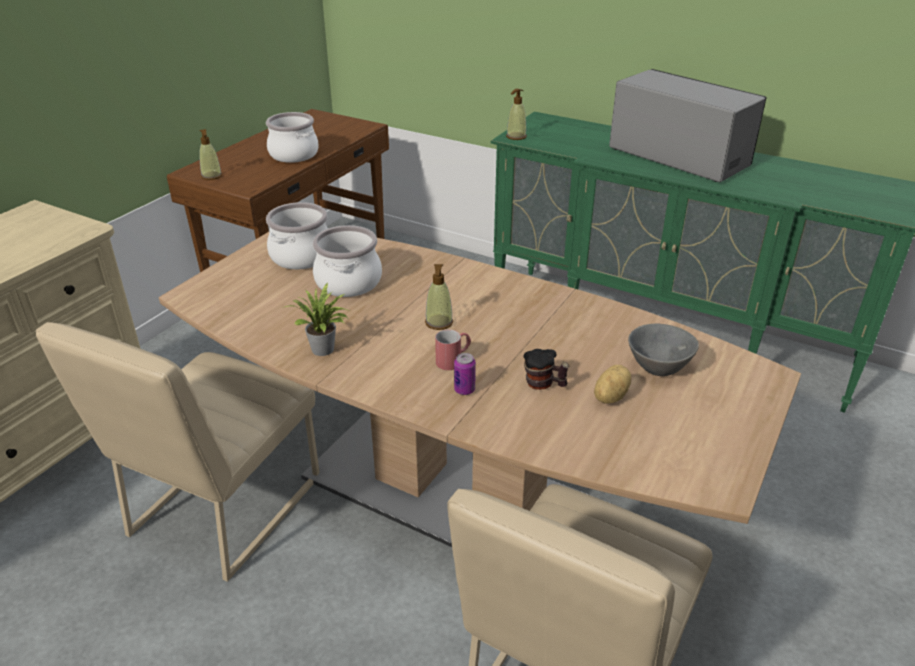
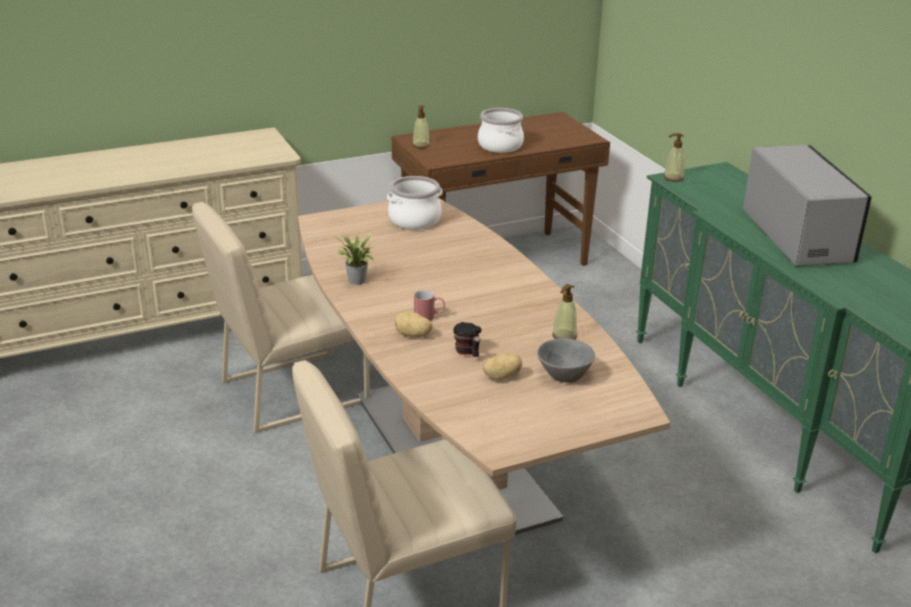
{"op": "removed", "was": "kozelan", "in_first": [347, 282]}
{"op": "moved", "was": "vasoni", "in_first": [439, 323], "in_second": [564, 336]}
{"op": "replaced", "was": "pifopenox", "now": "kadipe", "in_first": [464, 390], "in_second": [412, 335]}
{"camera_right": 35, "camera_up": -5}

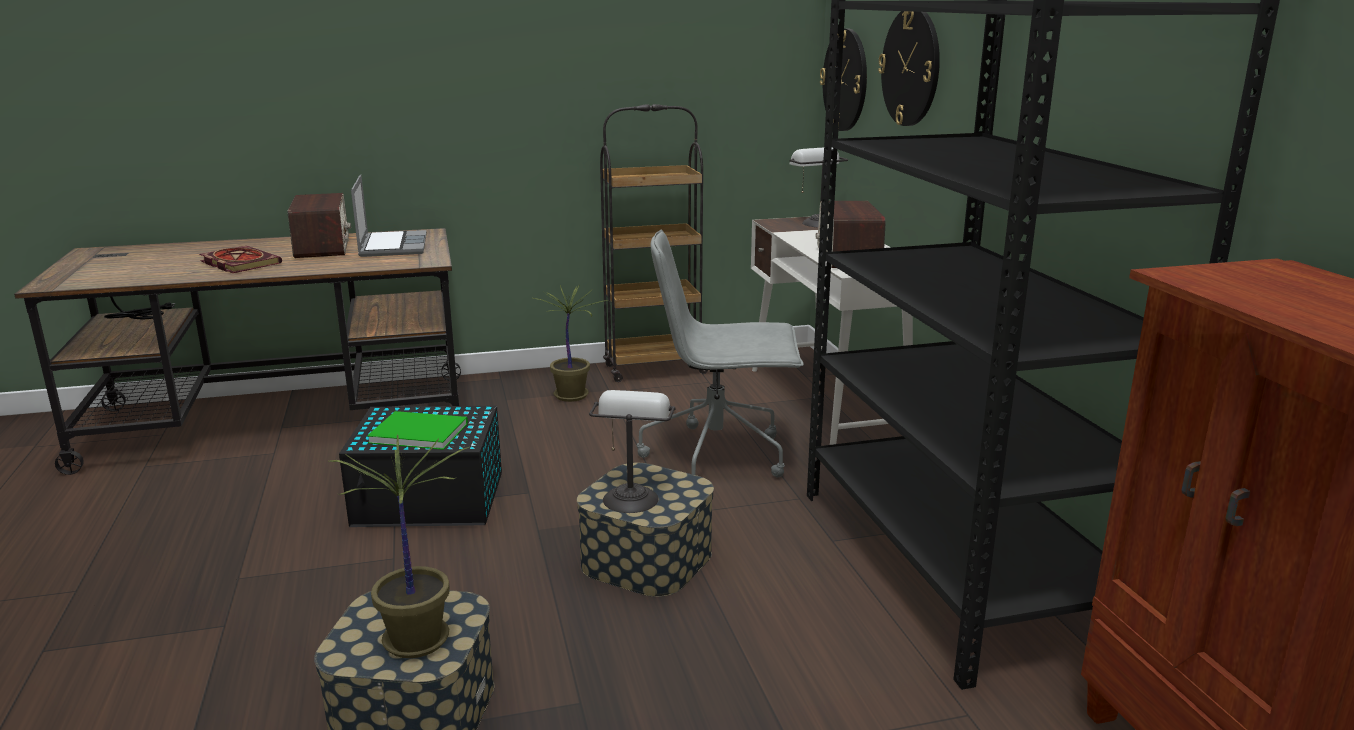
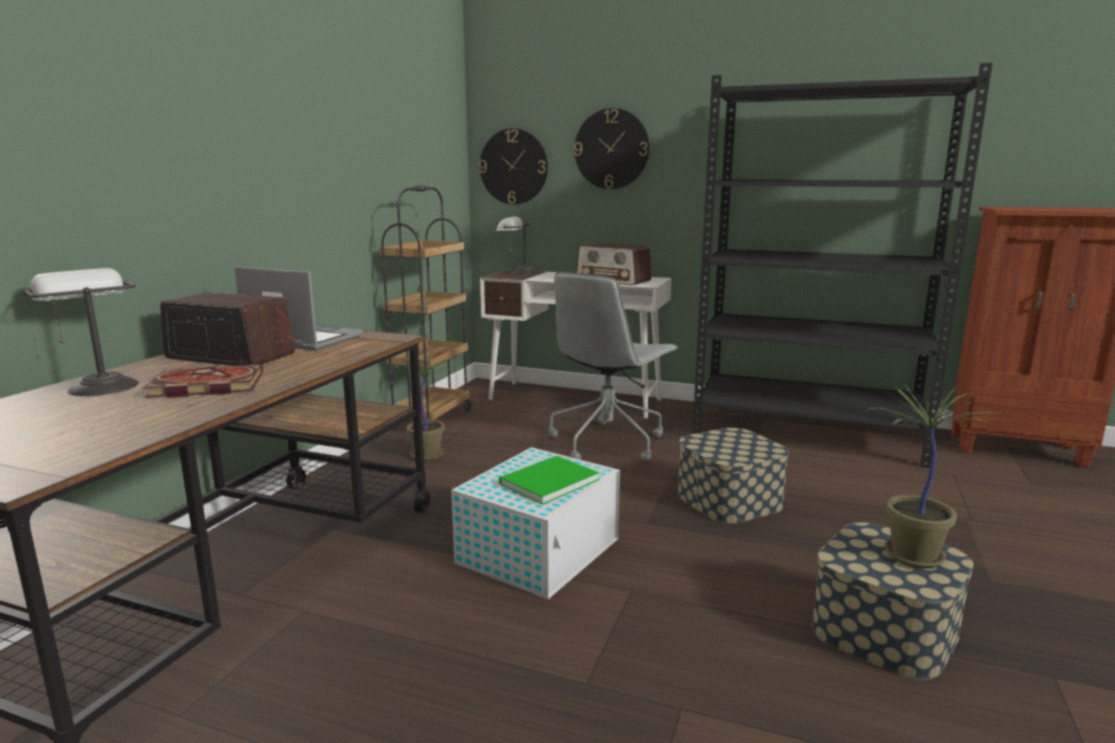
{"op": "moved", "was": "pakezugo", "in_first": [631, 493], "in_second": [98, 384]}
{"op": "recoloured", "was": "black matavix", "now": "white matavix", "in_first": [431, 499], "in_second": [540, 550]}
{"camera_right": -55, "camera_up": -5}

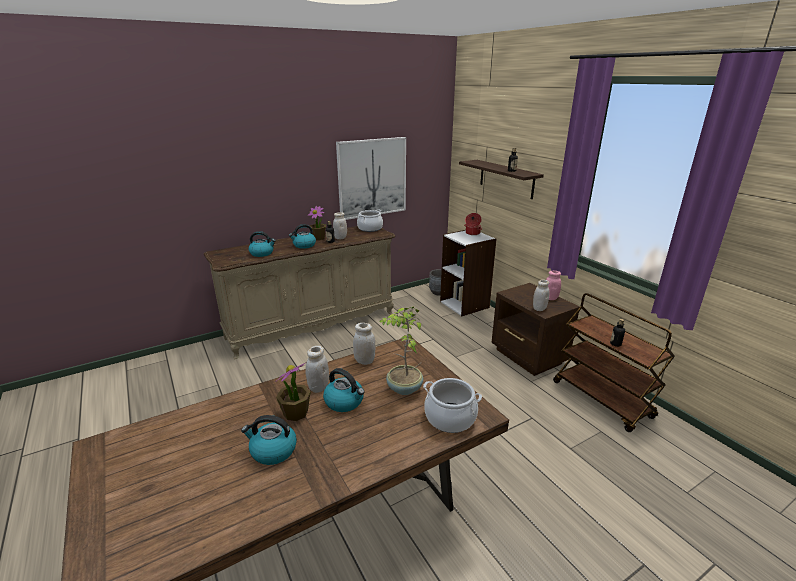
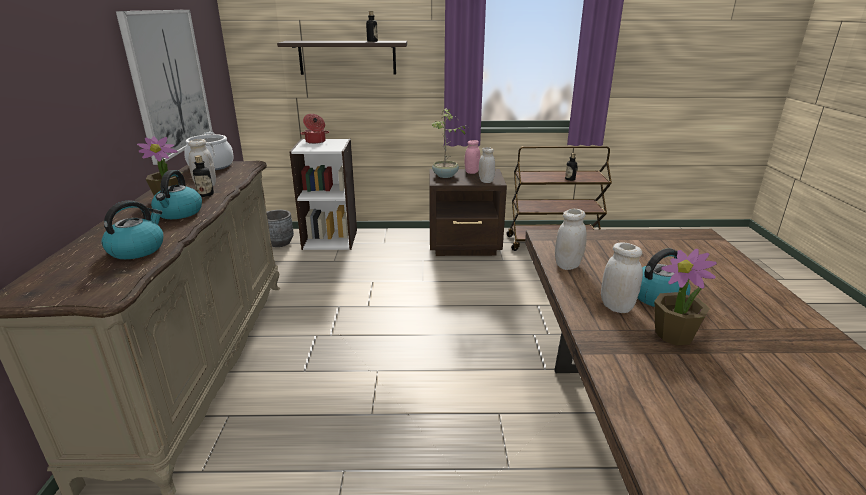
{"op": "removed", "was": "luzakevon", "in_first": [273, 451]}
{"op": "removed", "was": "kozelan", "in_first": [450, 418]}
{"op": "moved", "was": "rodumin", "in_first": [403, 389], "in_second": [445, 176]}
{"camera_right": -60, "camera_up": 0}

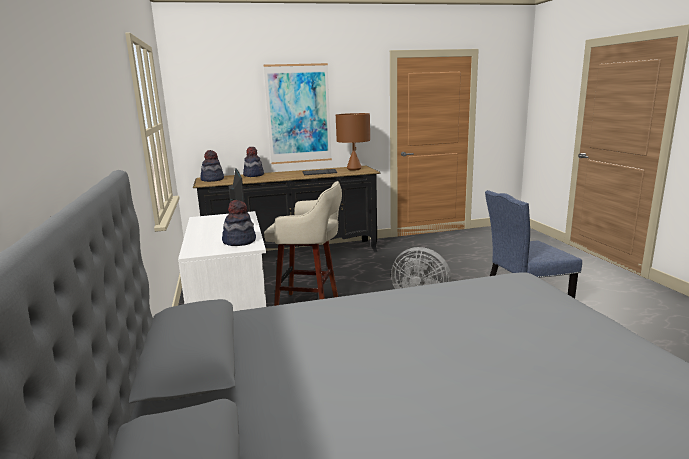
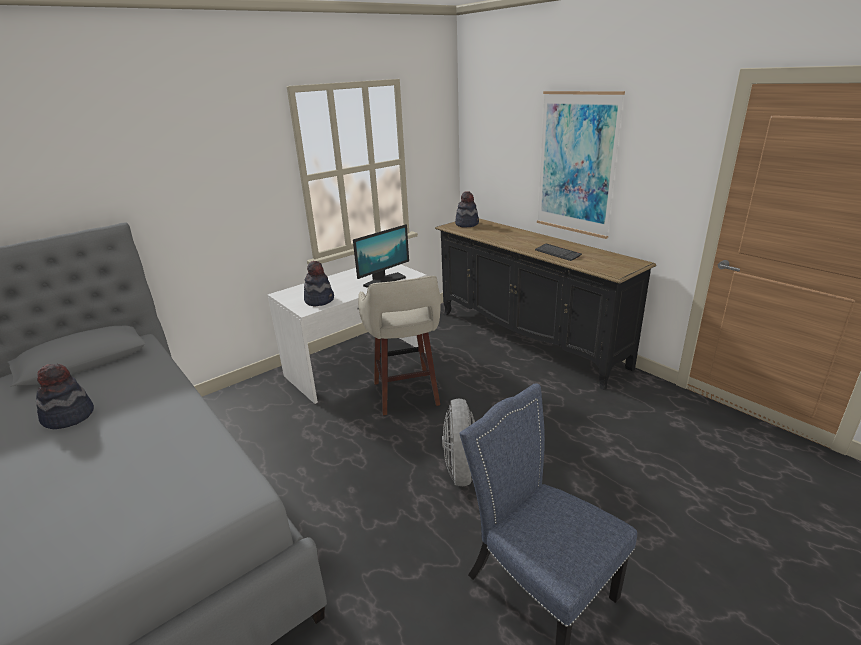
{"op": "removed", "was": "brown pakezugo", "in_first": [354, 169]}
{"op": "moved", "was": "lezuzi", "in_first": [253, 175], "in_second": [69, 416]}
{"camera_right": 65, "camera_up": 10}

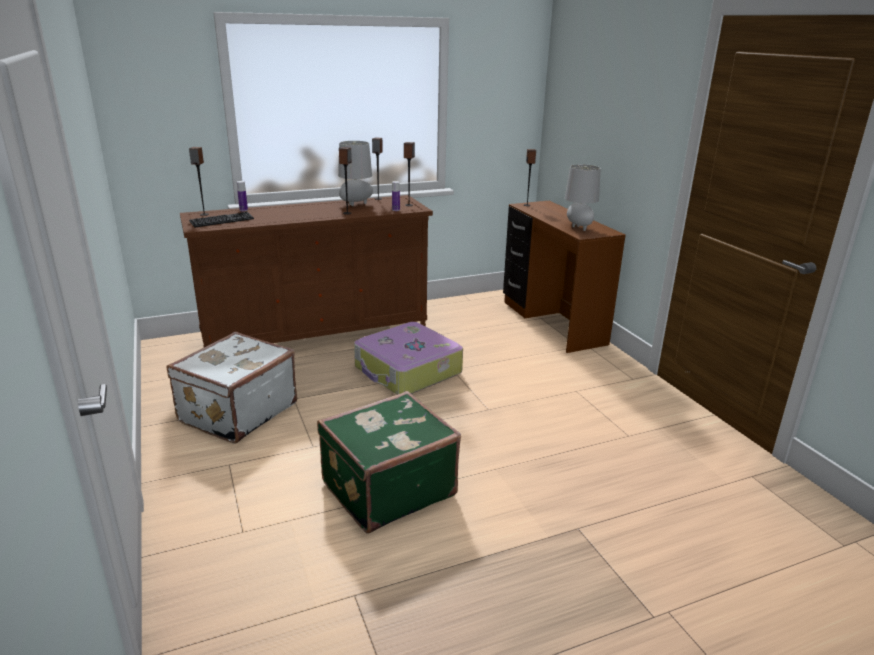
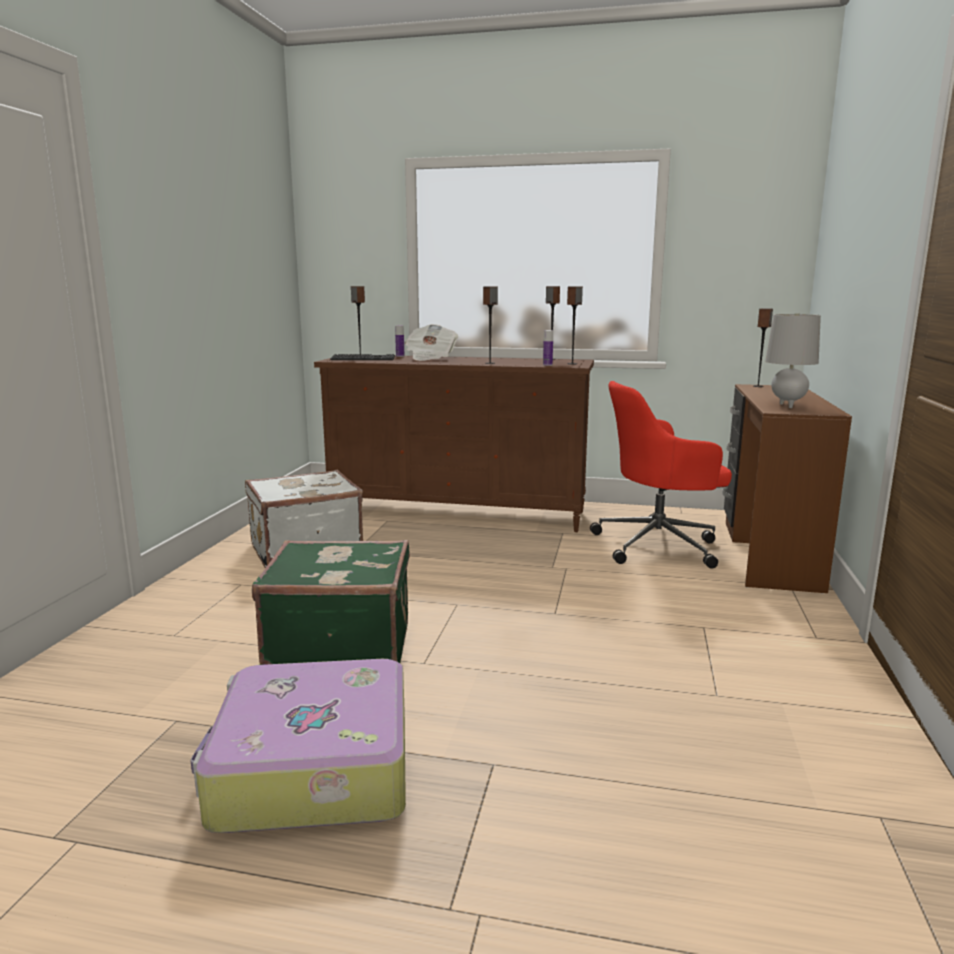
{"op": "removed", "was": "grey pakezugo", "in_first": [356, 204]}
{"op": "added", "now": "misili", "in_second": [430, 358]}
{"op": "added", "now": "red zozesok", "in_second": [659, 545]}
{"op": "moved", "was": "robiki", "in_first": [407, 371], "in_second": [311, 768]}
{"camera_right": 35, "camera_up": -10}

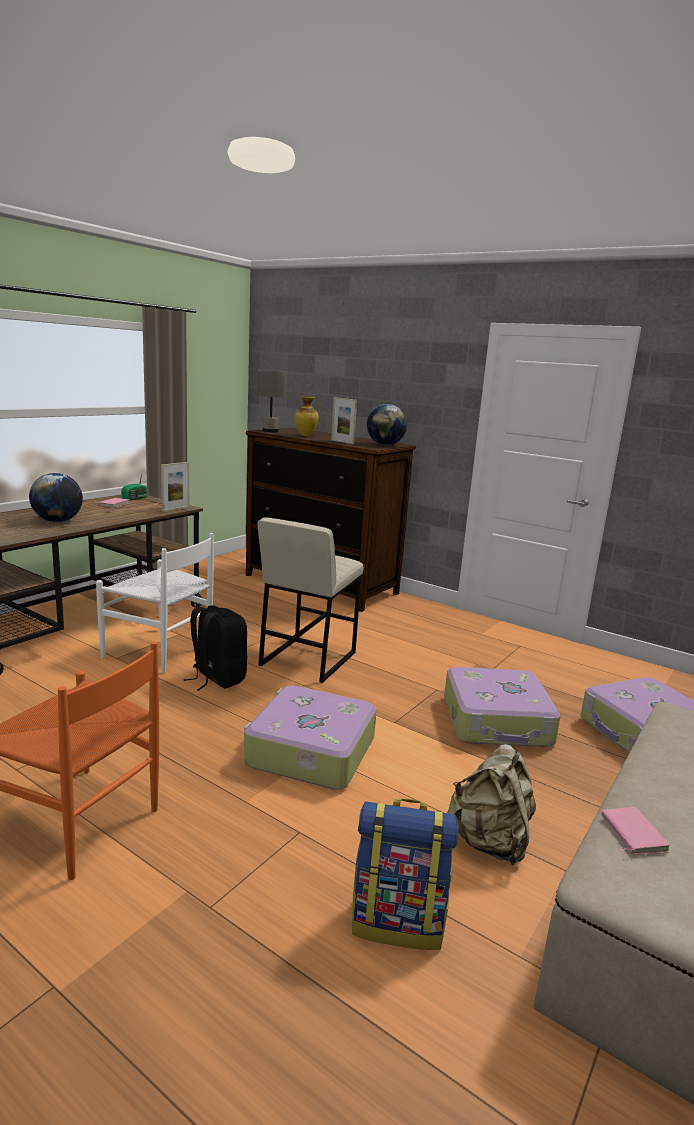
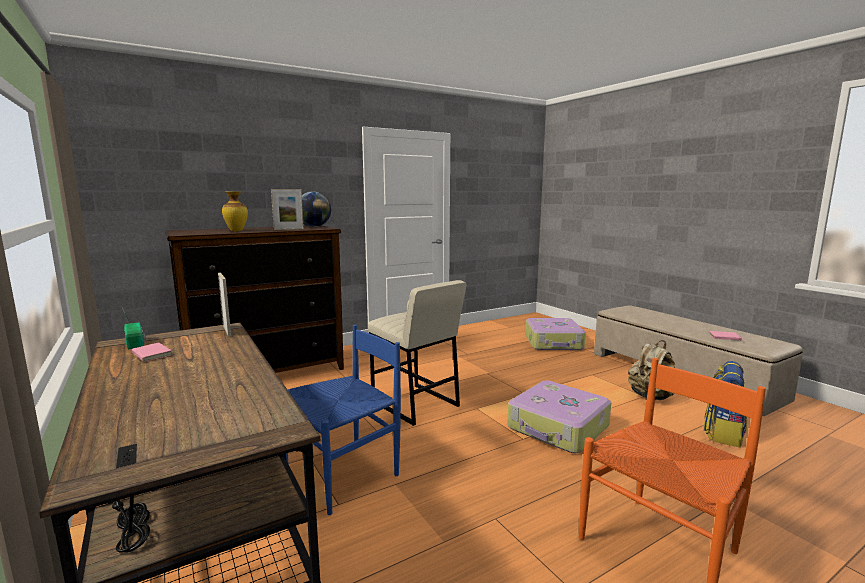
{"op": "removed", "was": "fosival", "in_first": [58, 521]}
{"op": "removed", "was": "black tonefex", "in_first": [217, 678]}
{"op": "removed", "was": "grey pakezugo", "in_first": [270, 431]}
{"op": "removed", "was": "robiki", "in_first": [497, 722]}
{"op": "recoloured", "was": "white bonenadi", "now": "blue bonenadi", "in_first": [160, 651], "in_second": [343, 472]}
{"camera_right": -65, "camera_up": -5}

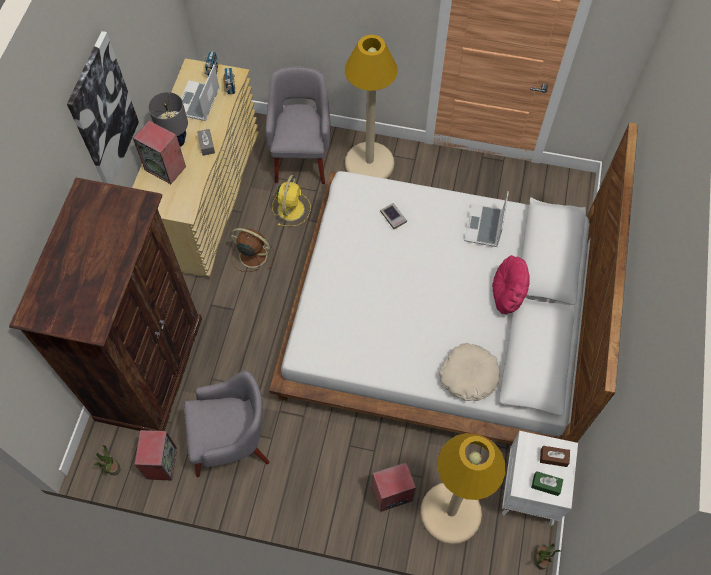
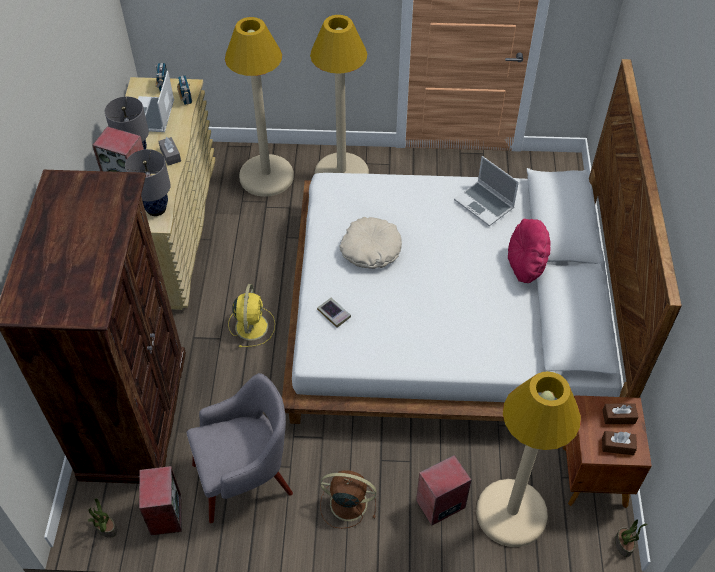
{"op": "removed", "was": "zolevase", "in_first": [103, 113]}
{"op": "added", "now": "grey pakezugo", "in_second": [156, 208]}
{"op": "moved", "was": "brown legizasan", "in_first": [252, 255], "in_second": [346, 503]}
{"op": "moved", "was": "yellow legizasan", "in_first": [291, 208], "in_second": [252, 325]}
{"op": "moved", "was": "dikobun", "in_first": [393, 217], "in_second": [334, 314]}
{"op": "moved", "was": "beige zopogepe", "in_first": [469, 376], "in_second": [372, 250]}
{"op": "replaced", "was": "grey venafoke", "now": "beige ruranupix", "in_first": [301, 156], "in_second": [266, 176]}
{"op": "recoloured", "was": "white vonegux", "now": "brown vonegux", "in_first": [529, 492], "in_second": [593, 477]}
{"op": "recoloured", "was": "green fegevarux", "now": "brown fegevarux", "in_first": [546, 485], "in_second": [617, 446]}
{"op": "turned", "was": "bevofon", "in_first": [484, 227], "in_second": [485, 204], "clockwise": -45}
{"camera_right": -10, "camera_up": -10}

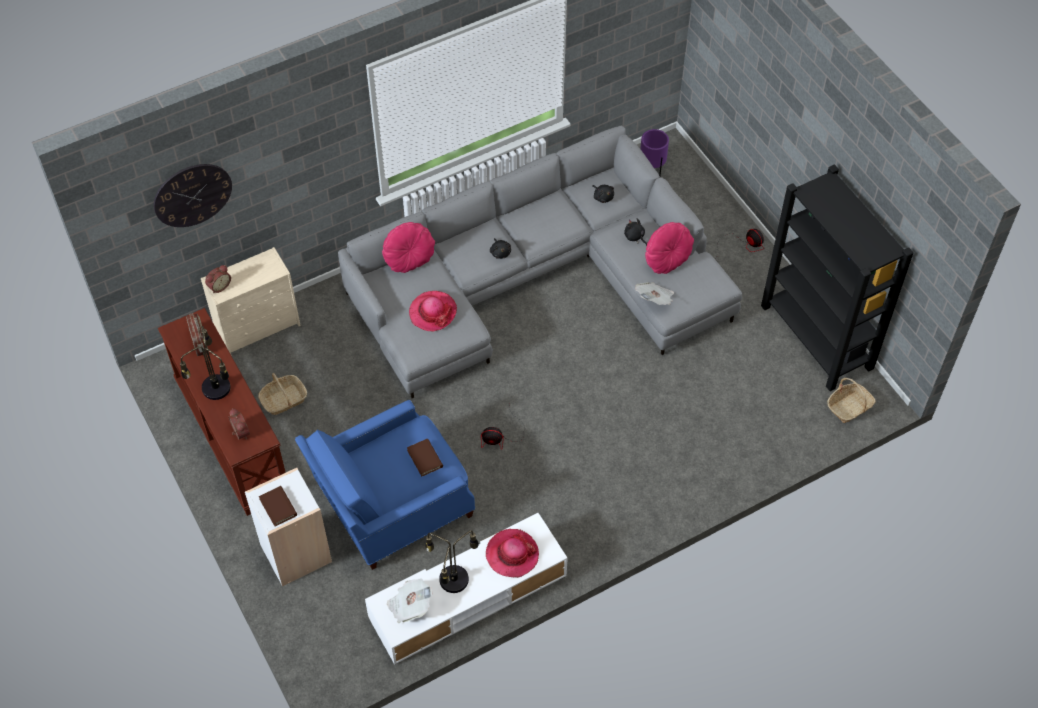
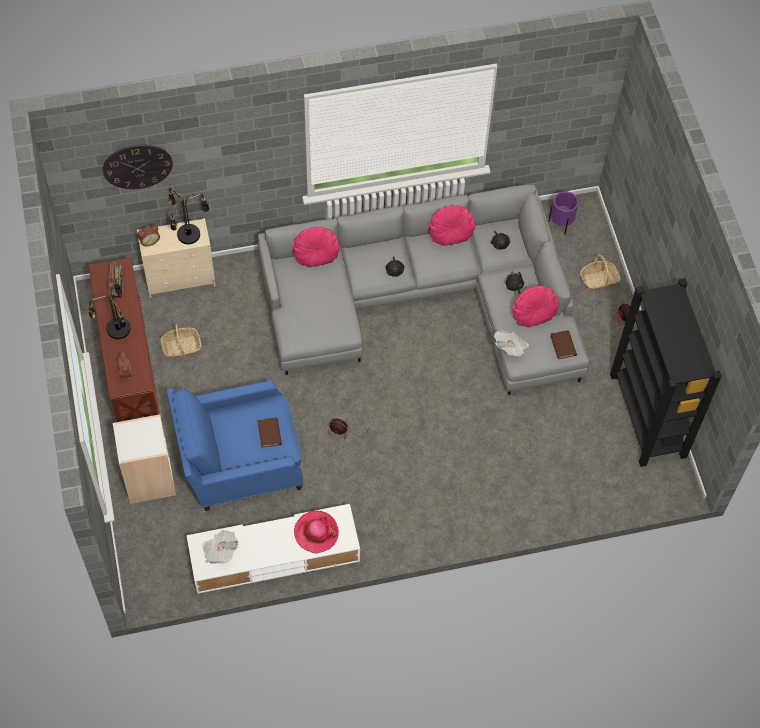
{"op": "removed", "was": "lezuzi", "in_first": [432, 312]}
{"op": "added", "now": "pink zopogepe", "in_second": [450, 237]}
{"op": "moved", "was": "brown dikobun", "in_first": [278, 507], "in_second": [563, 345]}
{"op": "moved", "was": "pakezugo", "in_first": [453, 579], "in_second": [188, 234]}
{"op": "moved", "was": "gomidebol", "in_first": [849, 407], "in_second": [599, 280]}
{"camera_right": 15, "camera_up": 5}

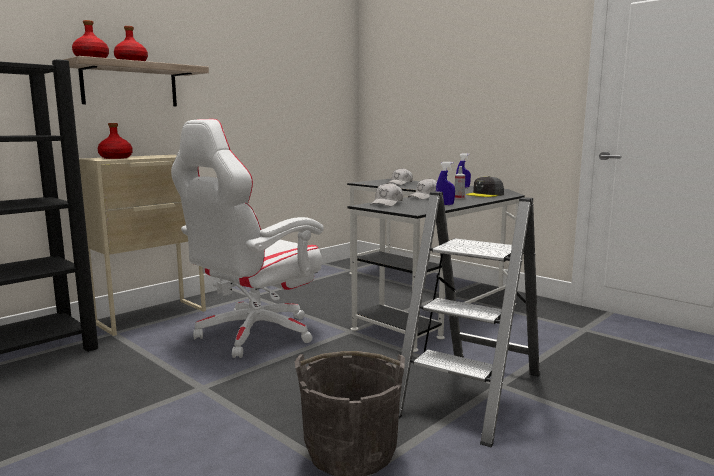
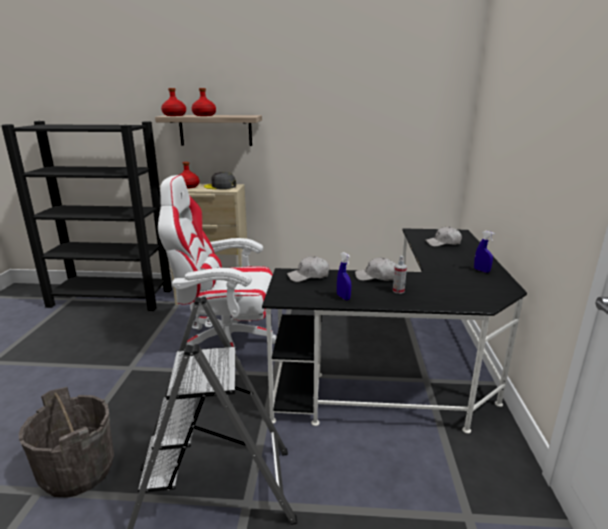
{"op": "moved", "was": "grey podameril", "in_first": [485, 194], "in_second": [220, 186]}
{"camera_right": 50, "camera_up": 10}

